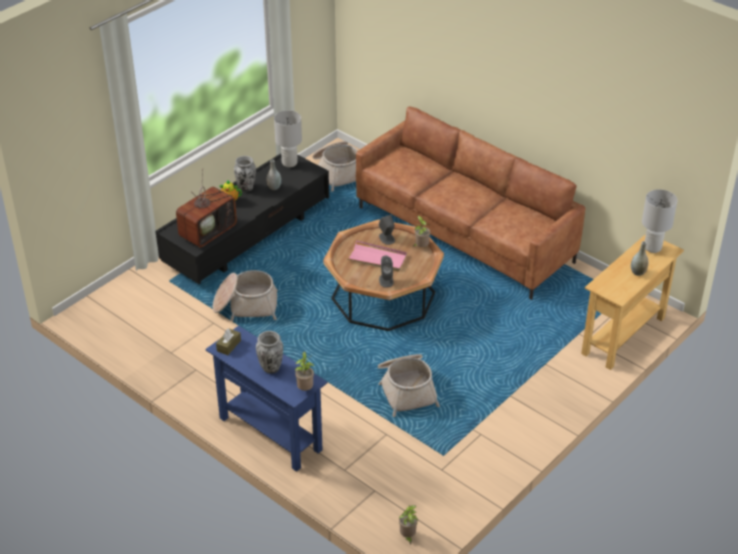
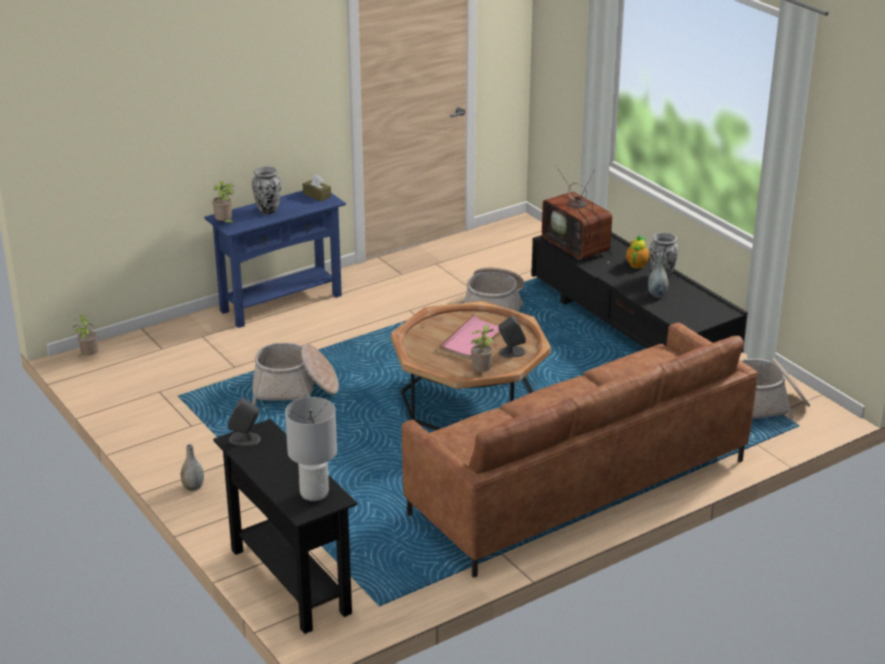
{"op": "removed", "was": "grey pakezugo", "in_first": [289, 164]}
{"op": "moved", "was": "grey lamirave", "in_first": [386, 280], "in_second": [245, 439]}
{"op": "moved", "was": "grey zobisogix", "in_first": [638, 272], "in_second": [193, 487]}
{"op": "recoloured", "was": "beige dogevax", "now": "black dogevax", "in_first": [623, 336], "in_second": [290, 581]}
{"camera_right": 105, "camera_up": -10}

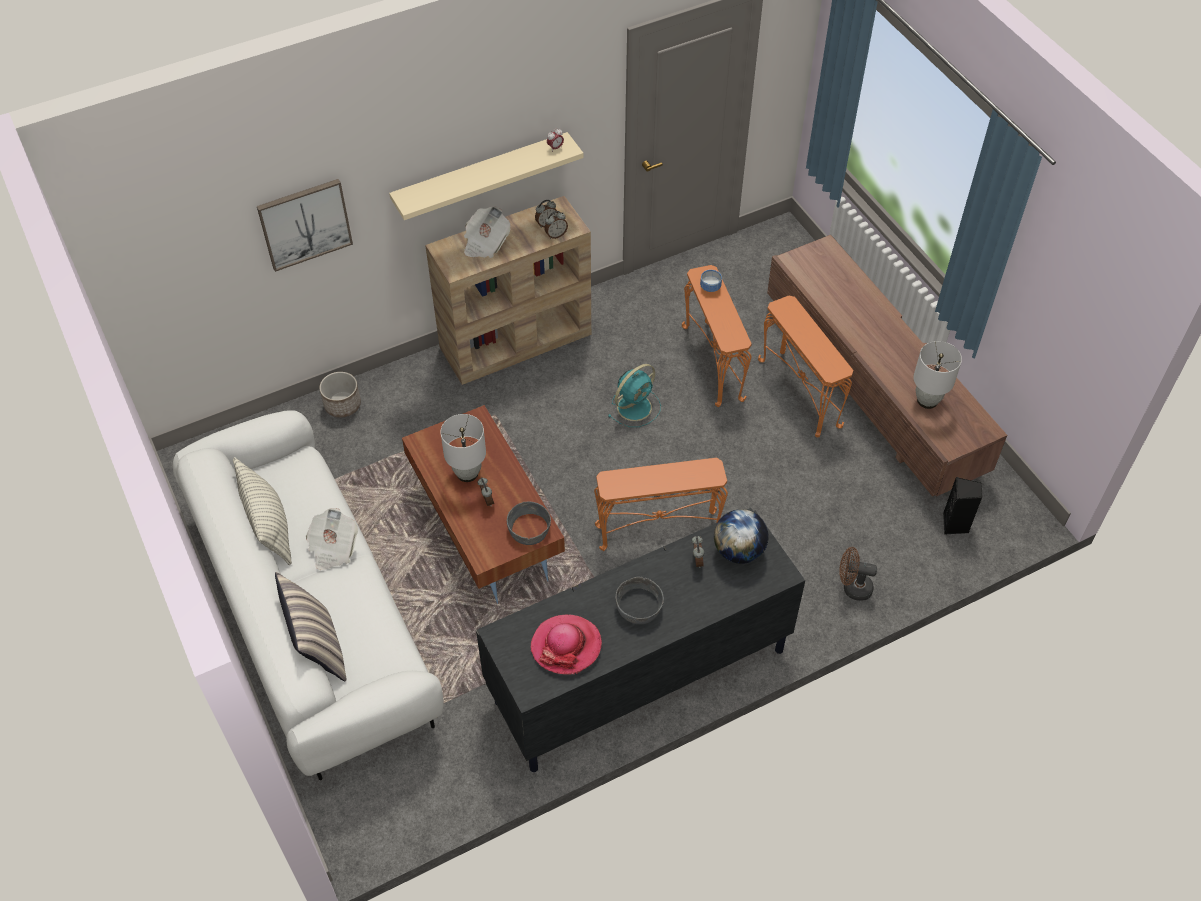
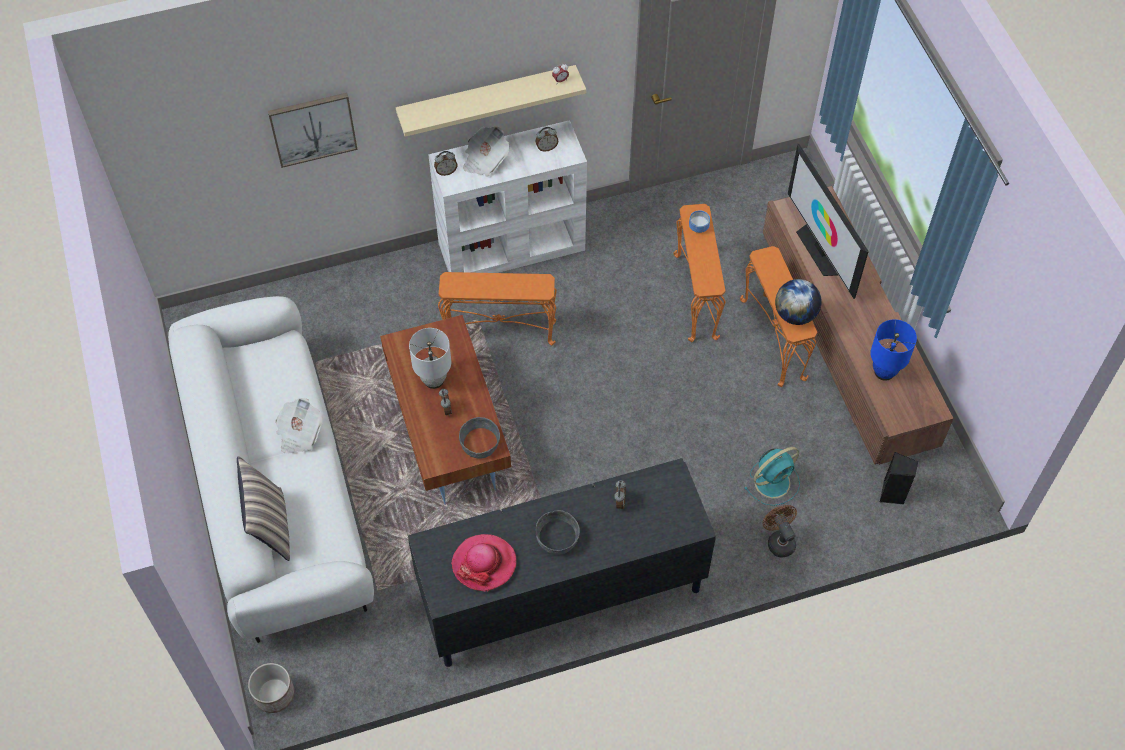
{"op": "removed", "was": "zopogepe", "in_first": [269, 526]}
{"op": "added", "now": "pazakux", "in_second": [821, 250]}
{"op": "moved", "was": "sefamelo", "in_first": [342, 405], "in_second": [274, 694]}
{"op": "moved", "was": "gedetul", "in_first": [556, 235], "in_second": [446, 171]}
{"op": "moved", "was": "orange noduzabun", "in_first": [658, 531], "in_second": [499, 332]}
{"op": "moved", "was": "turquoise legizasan", "in_first": [635, 406], "in_second": [773, 481]}
{"op": "moved", "was": "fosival", "in_first": [739, 551], "in_second": [795, 314]}
{"op": "recoloured", "was": "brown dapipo", "now": "white dapipo", "in_first": [515, 340], "in_second": [511, 246]}
{"op": "recoloured", "was": "white pakezugo", "now": "blue pakezugo", "in_first": [927, 400], "in_second": [884, 372]}
{"op": "turned", "was": "brown legizasan", "in_first": [852, 587], "in_second": [778, 540], "clockwise": 45}
{"camera_right": 10, "camera_up": 5}

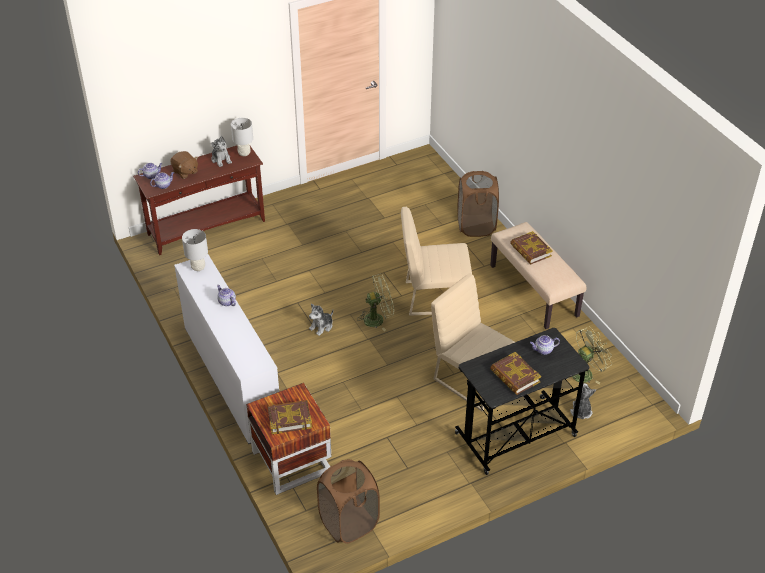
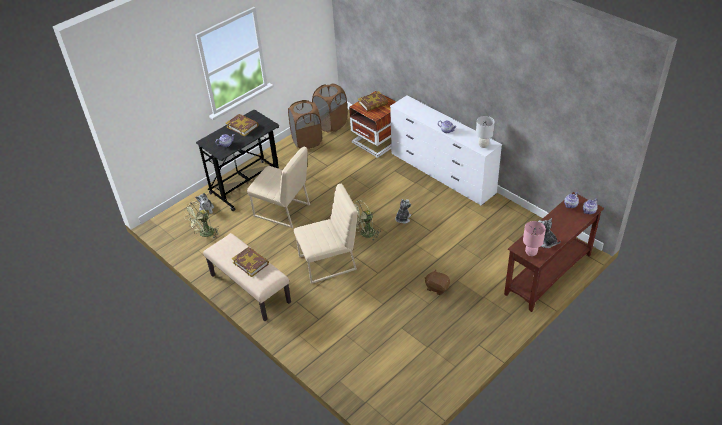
{"op": "moved", "was": "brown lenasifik", "in_first": [185, 172], "in_second": [437, 287]}
{"op": "moved", "was": "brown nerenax", "in_first": [476, 226], "in_second": [307, 141]}
{"op": "recoloured", "was": "grey pakezugo", "now": "pink pakezugo", "in_first": [244, 153], "in_second": [531, 253]}
{"camera_right": 165, "camera_up": 0}

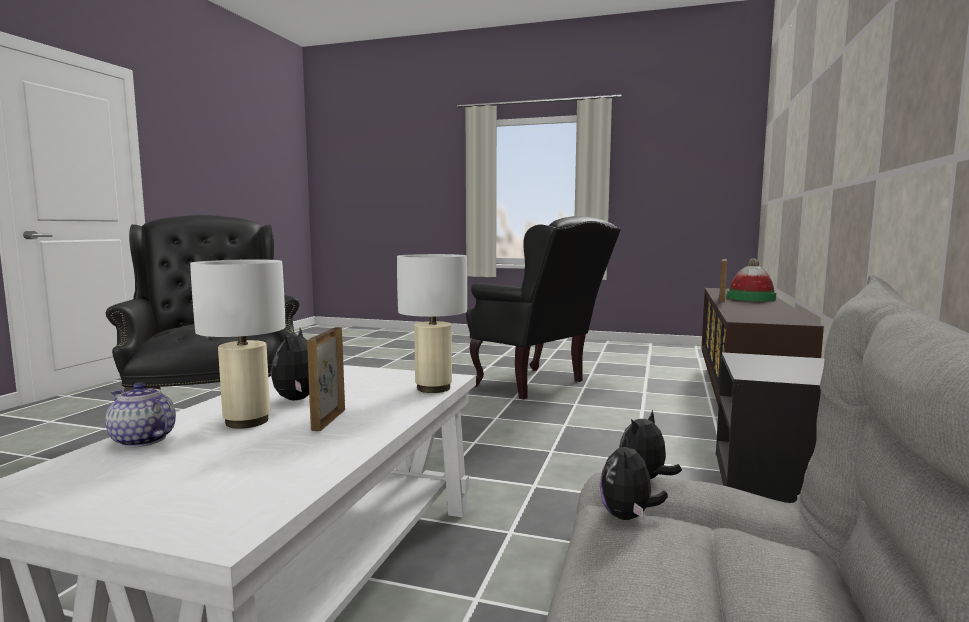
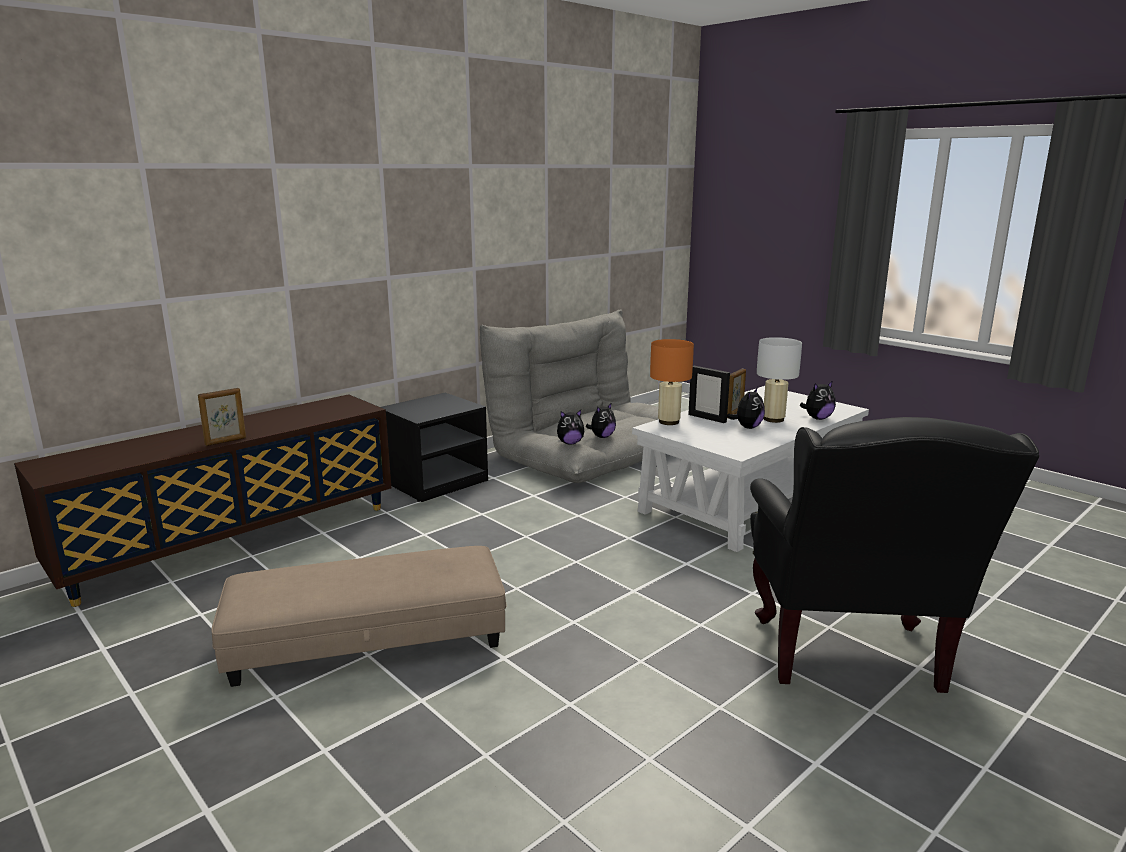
{"op": "removed", "was": "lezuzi", "in_first": [751, 298]}
{"op": "added", "now": "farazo", "in_second": [707, 418]}
{"op": "replaced", "was": "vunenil", "now": "lenasifik", "in_first": [142, 440], "in_second": [817, 418]}
{"op": "replaced", "was": "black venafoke", "now": "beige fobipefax", "in_first": [539, 386], "in_second": [368, 639]}
{"op": "recoloured", "was": "white pakezugo", "now": "orange pakezugo", "in_first": [433, 388], "in_second": [669, 422]}
{"camera_right": -150, "camera_up": 10}

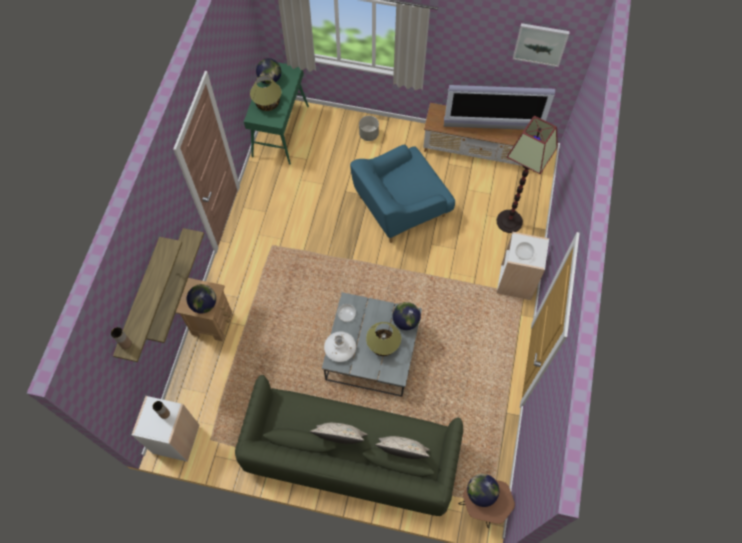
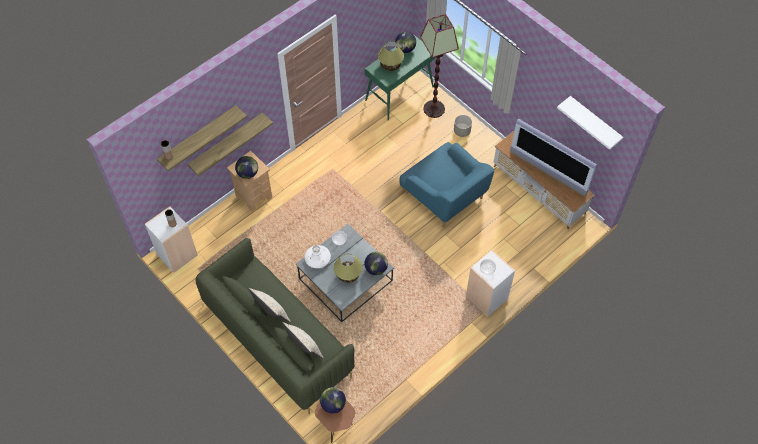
{"op": "moved", "was": "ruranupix", "in_first": [509, 221], "in_second": [434, 109]}
{"op": "replaced", "was": "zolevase", "now": "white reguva", "in_first": [540, 44], "in_second": [594, 121]}
{"op": "turned", "was": "blue venafoke", "in_first": [401, 206], "in_second": [444, 195], "clockwise": -135}
{"camera_right": 35, "camera_up": -5}

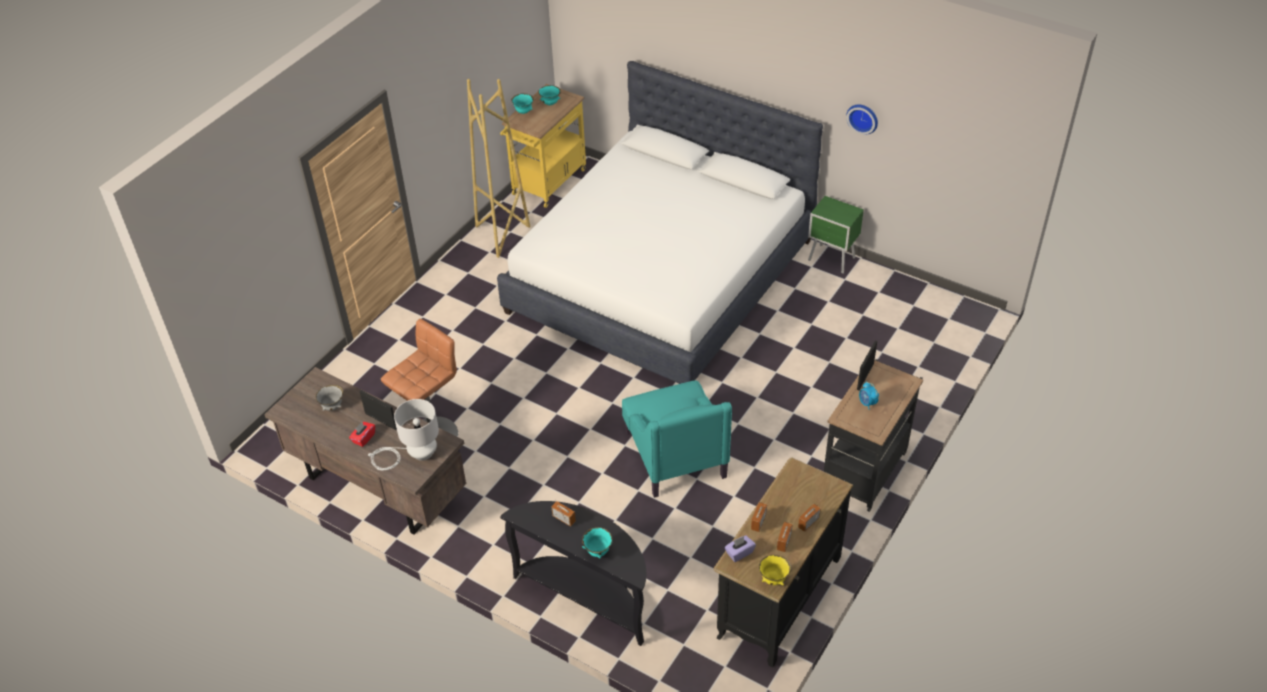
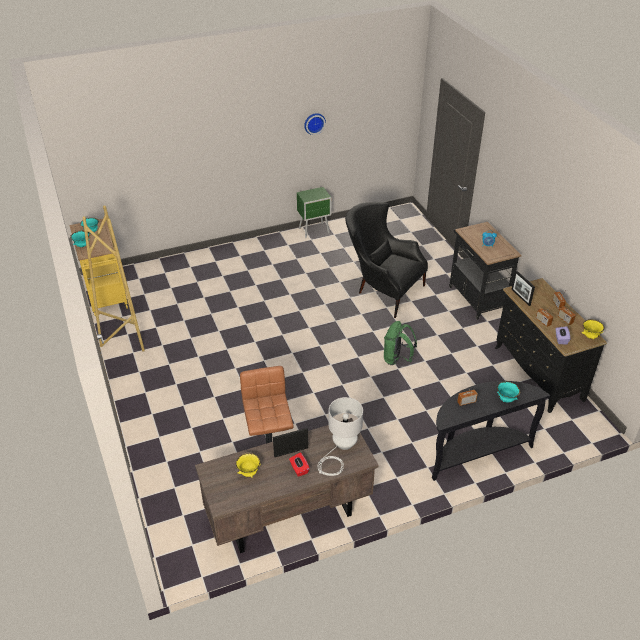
{"op": "removed", "was": "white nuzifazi", "in_first": [661, 276]}
{"op": "added", "now": "black venafoke", "in_second": [381, 289]}
{"op": "moved", "was": "farazo", "in_first": [865, 376], "in_second": [520, 297]}
{"op": "replaced", "was": "turquoise venafoke", "now": "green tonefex", "in_first": [675, 453], "in_second": [397, 359]}
{"op": "recoloured", "was": "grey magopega", "now": "yellow magopega", "in_first": [333, 407], "in_second": [249, 472]}
{"camera_right": -55, "camera_up": -5}

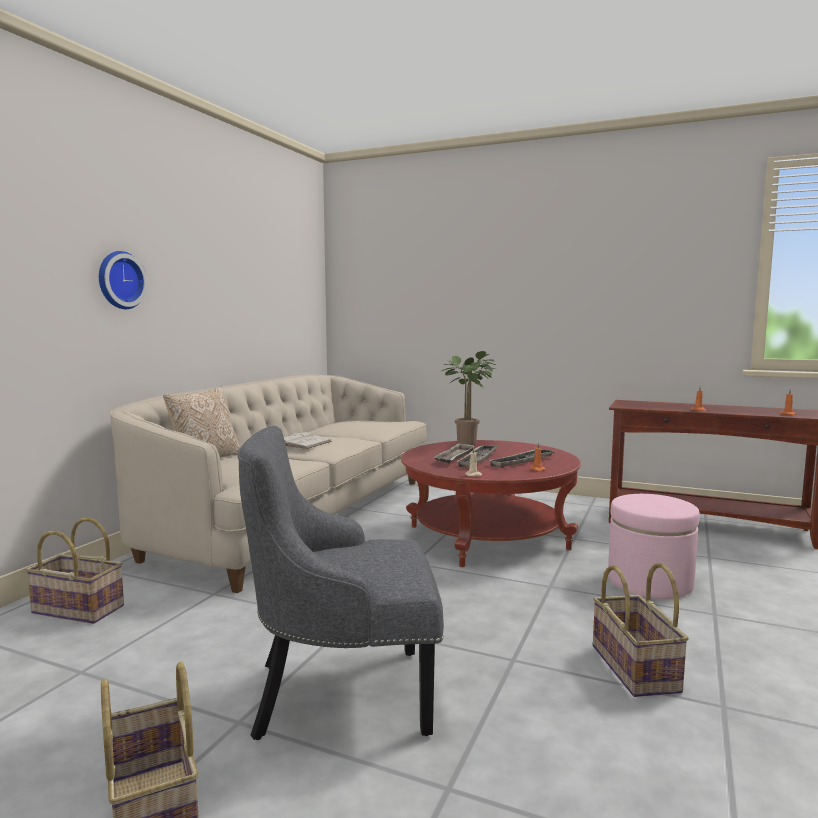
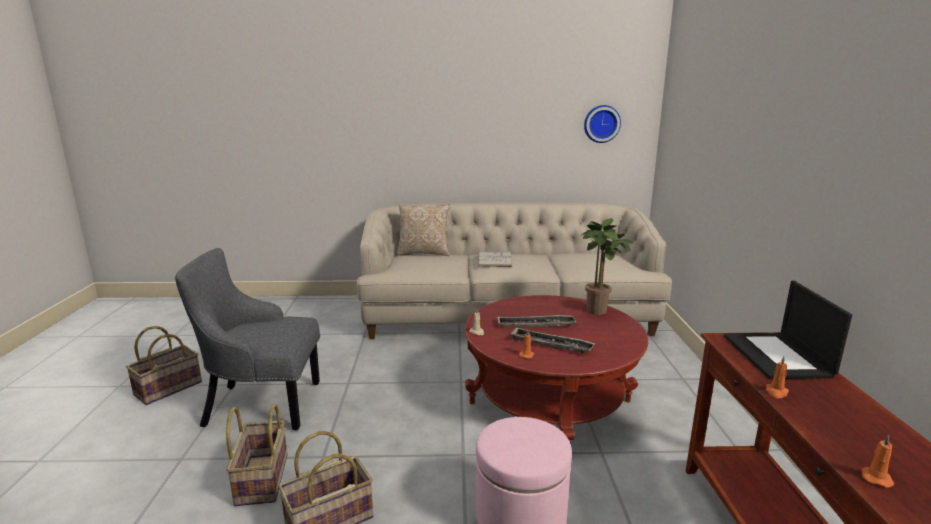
{"op": "removed", "was": "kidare", "in_first": [455, 457]}
{"op": "added", "now": "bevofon", "in_second": [778, 356]}
{"op": "moved", "was": "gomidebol", "in_first": [76, 610], "in_second": [261, 479]}
{"op": "moved", "was": "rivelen", "in_first": [119, 280], "in_second": [601, 123]}
{"op": "turned", "was": "grey venafoke", "in_first": [345, 694], "in_second": [265, 405], "clockwise": -60}
{"camera_right": 65, "camera_up": 10}

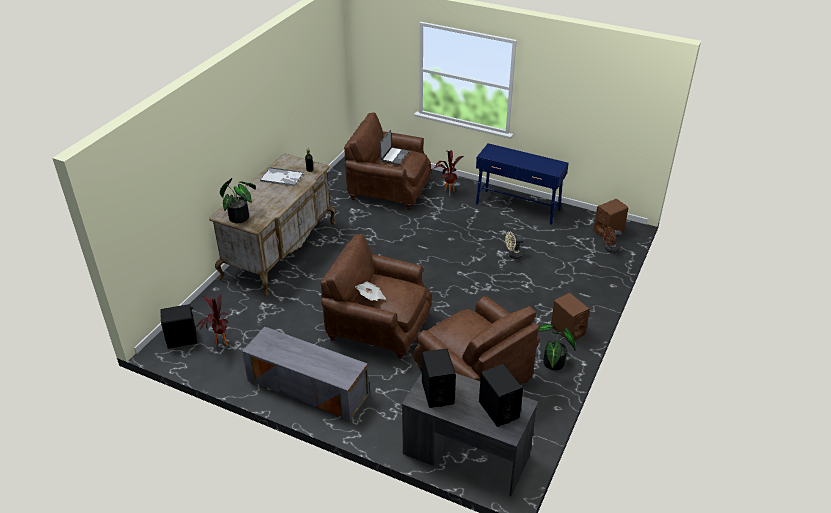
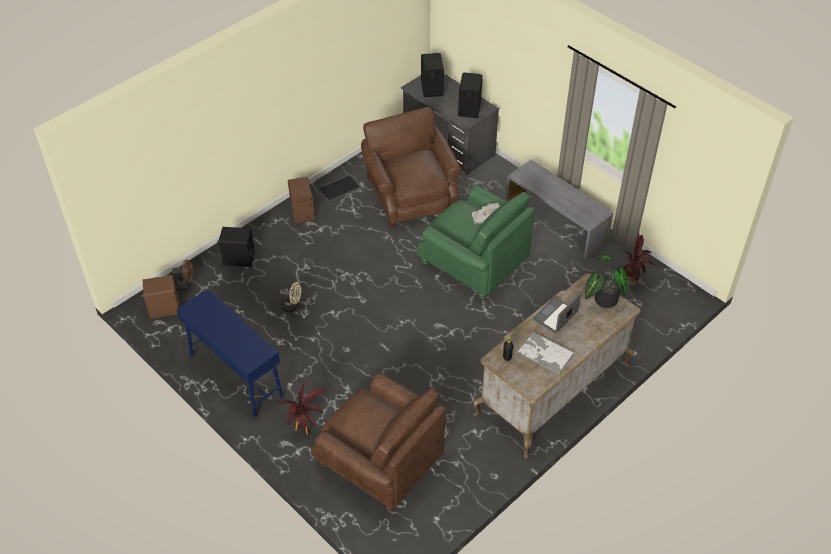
{"op": "moved", "was": "black lamirave", "in_first": [182, 339], "in_second": [238, 259]}
{"op": "moved", "was": "bevofon", "in_first": [394, 156], "in_second": [556, 316]}
{"op": "replaced", "was": "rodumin", "now": "kidare", "in_first": [552, 364], "in_second": [339, 187]}
{"op": "recoloured", "was": "brown venafoke", "now": "green venafoke", "in_first": [378, 326], "in_second": [473, 261]}
{"camera_right": -160, "camera_up": 10}

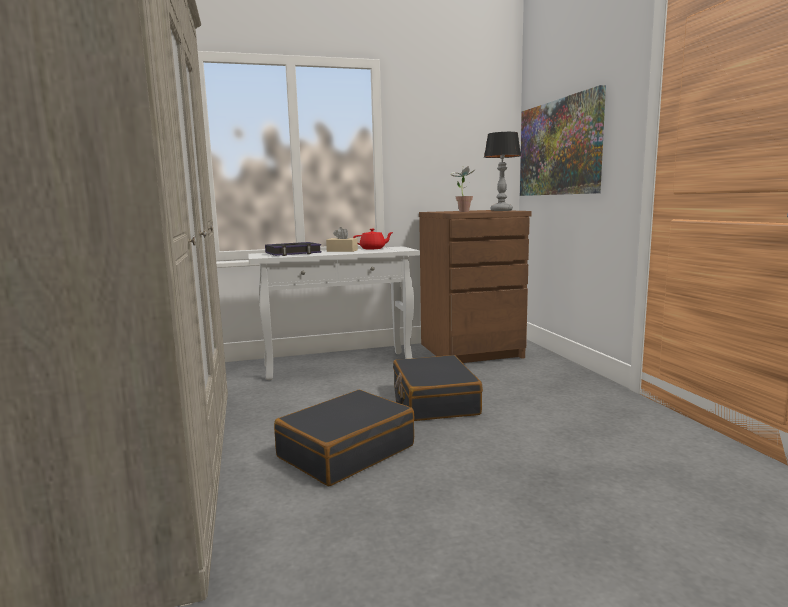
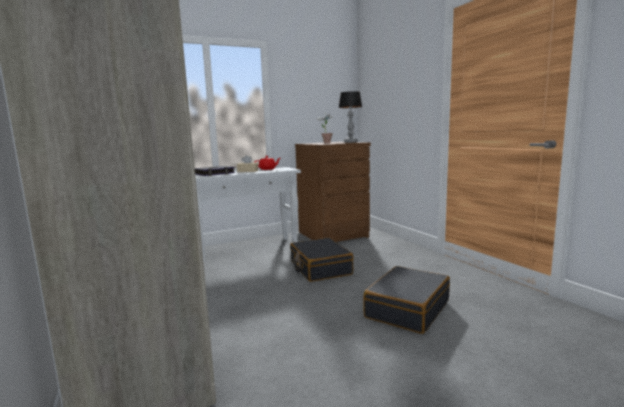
{"op": "removed", "was": "zolevase", "in_first": [559, 148]}
{"op": "moved", "was": "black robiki", "in_first": [346, 451], "in_second": [407, 309]}
{"camera_right": -10, "camera_up": 0}

